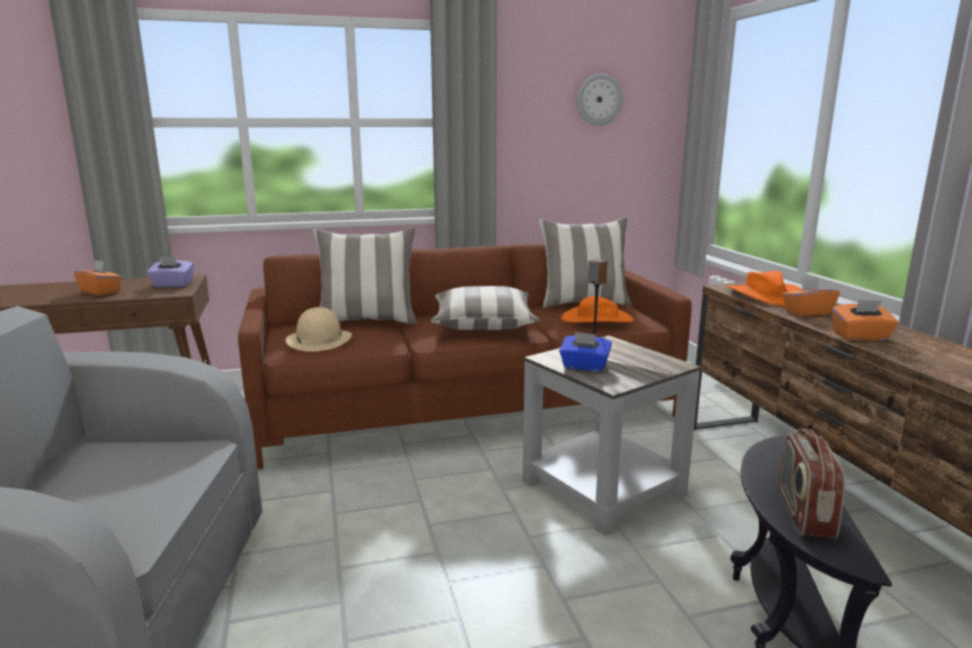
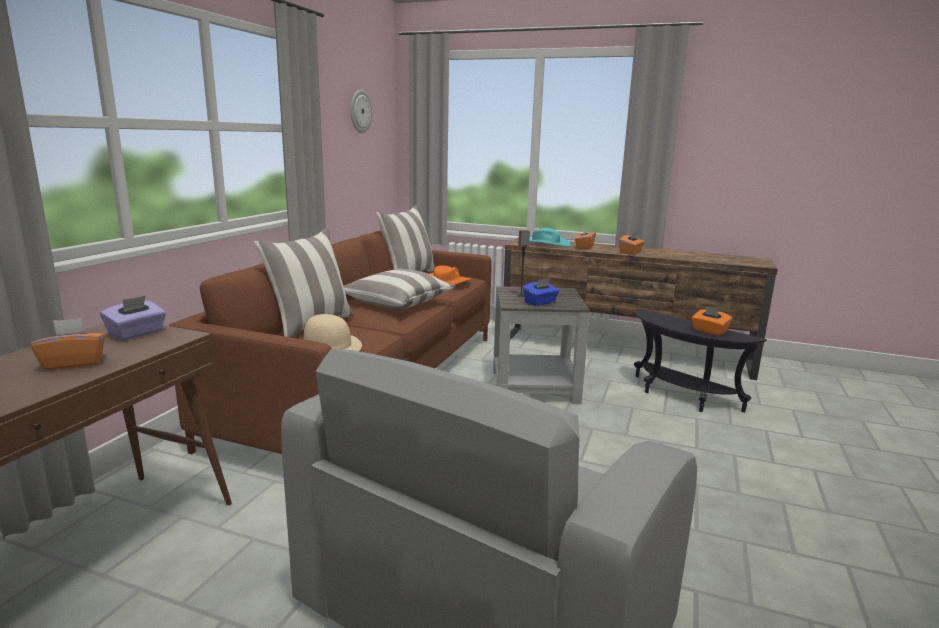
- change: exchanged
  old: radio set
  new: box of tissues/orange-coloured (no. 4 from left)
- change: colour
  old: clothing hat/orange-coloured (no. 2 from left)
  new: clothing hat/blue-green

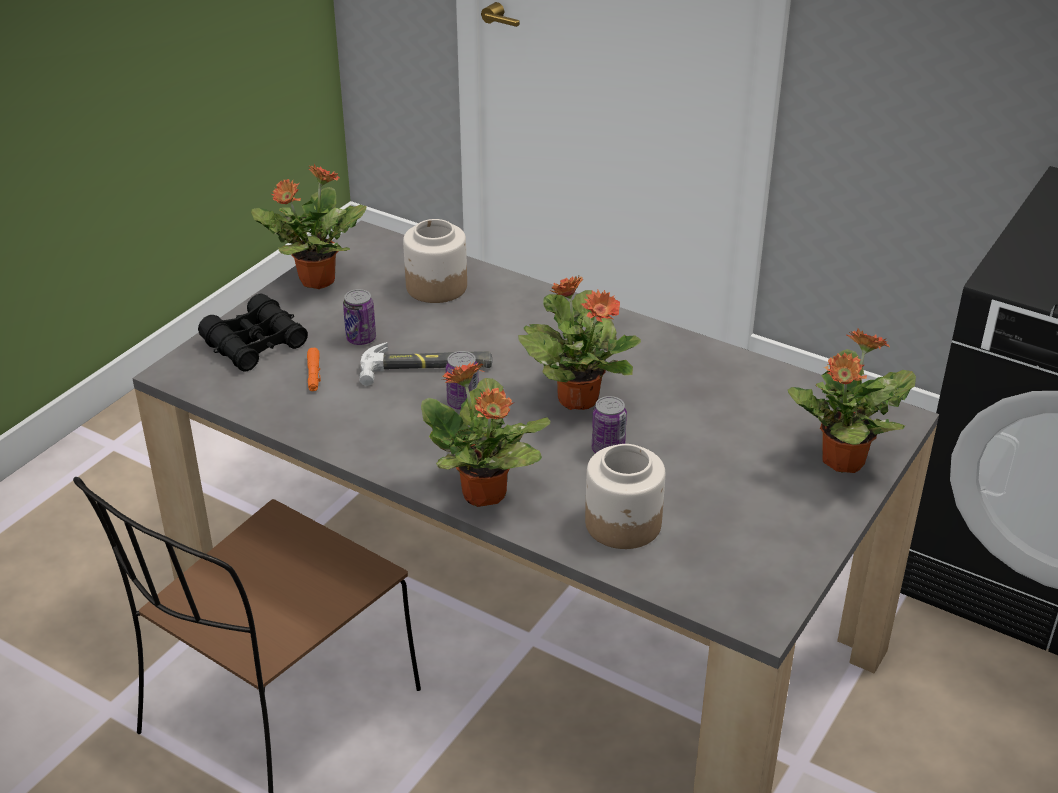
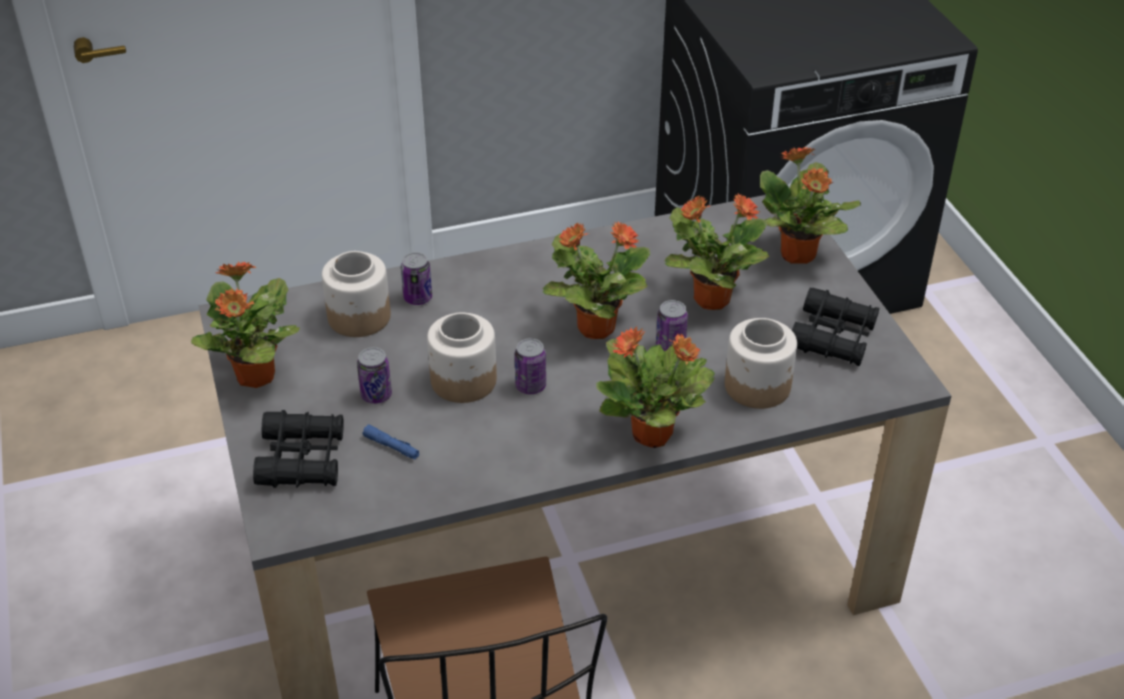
- change: appeared
  new: sealed can (no. 2 from left)
- change: appeared
  new: houseplant (no. 4 from left)
- change: appeared
  new: pair of binoculars/blackish (no. 2 from left)
- change: exchanged
  old: tool hammer
  new: jar (no. 2 from left)
- change: colour
  old: torch/orange-coloured
  new: torch/bluish

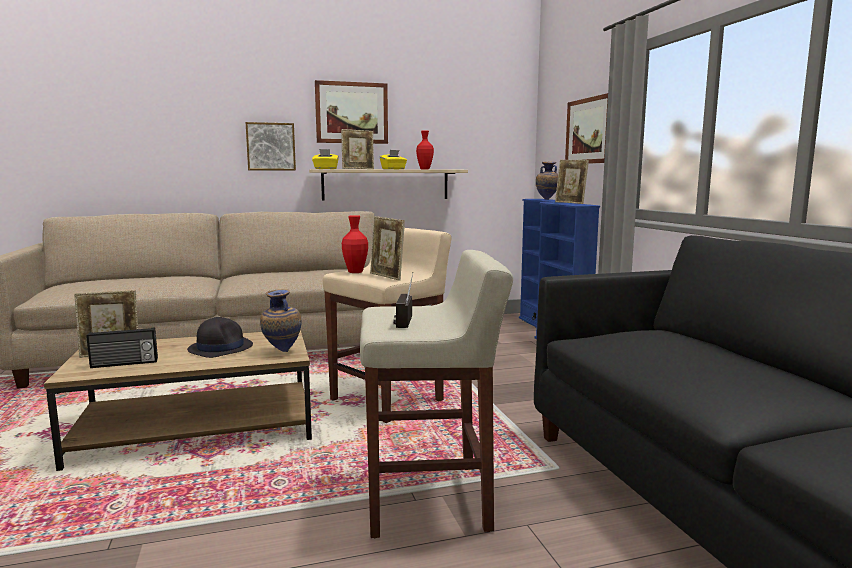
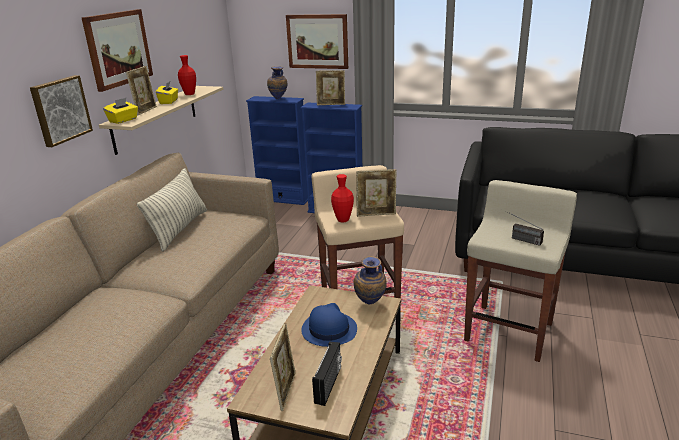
- change: appeared
  new: pillow
- change: colour
  old: clothing hat/blackish
  new: clothing hat/bluish

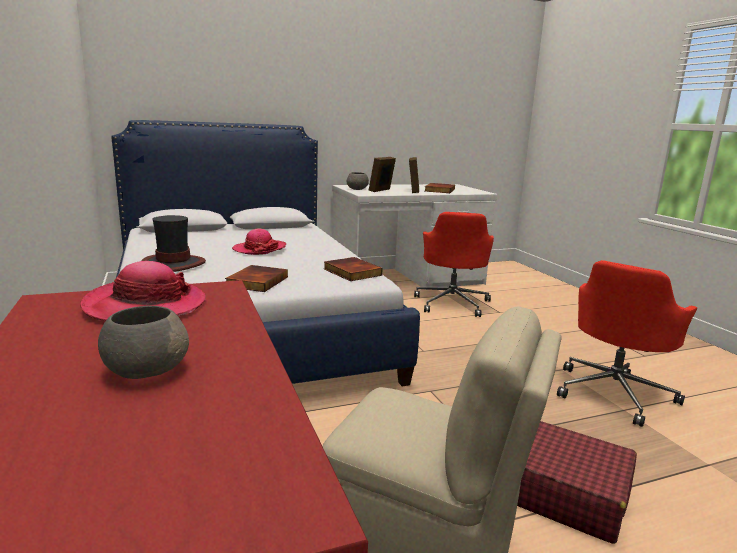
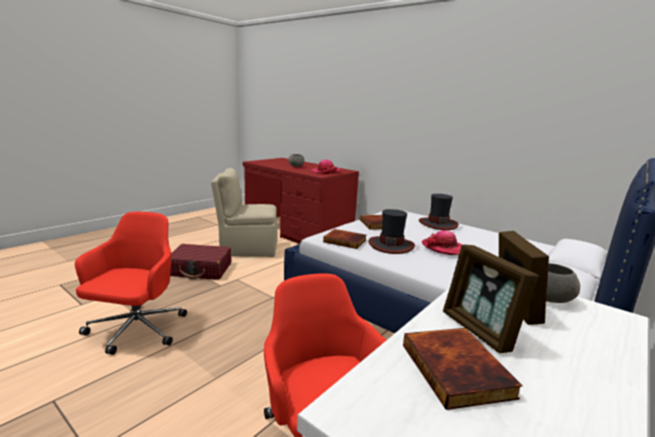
- change: appeared
  new: clothing hat (no. 2 from left)

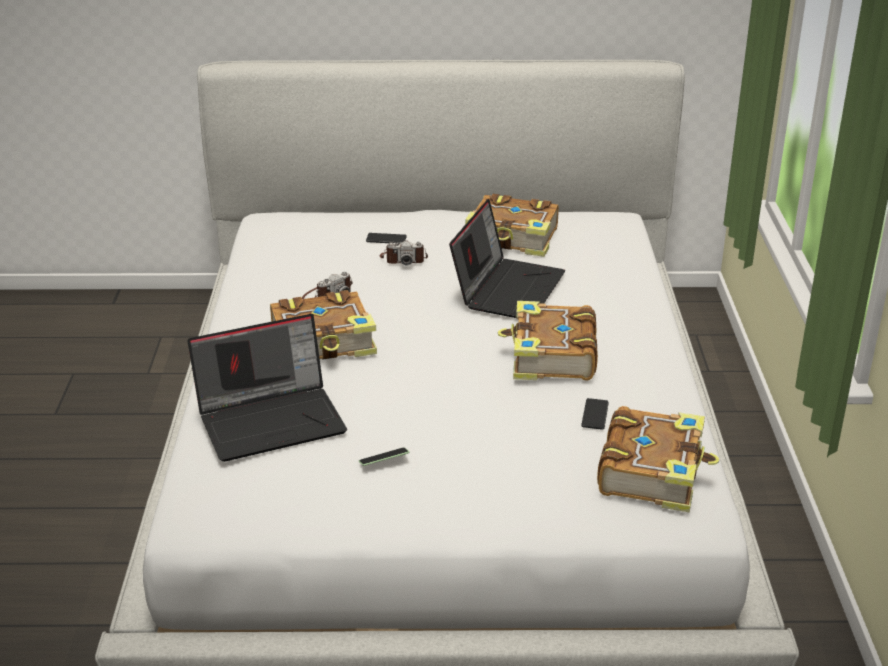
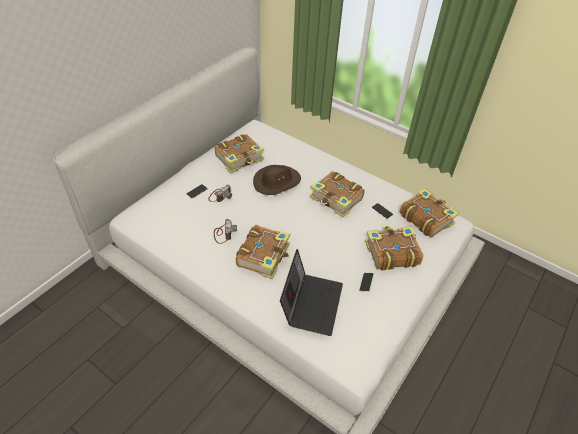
- change: appeared
  new: book (no. 4 from left)
- change: exchanged
  old: notebook computer (no. 2 from left)
  new: clothing hat/brown

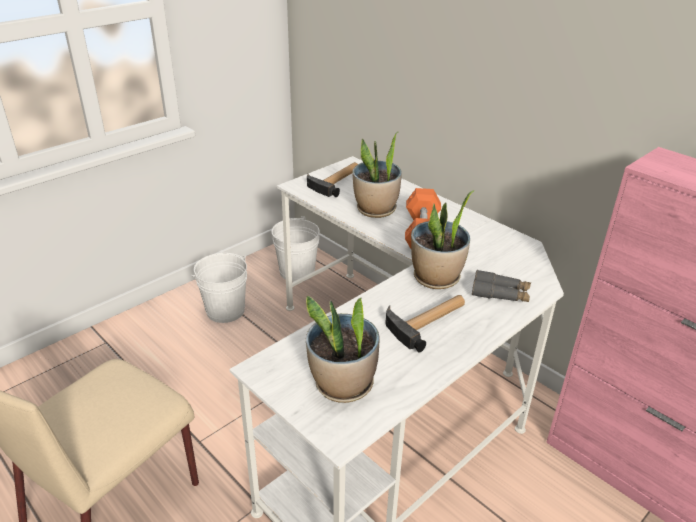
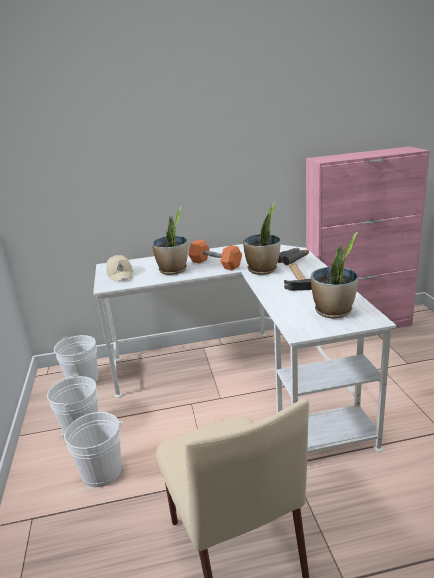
- change: appeared
  new: pail/whitish (no. 3 from left)
- change: exchanged
  old: tool hammer (no. 1 from left)
  new: baseball cap/beige-coloured

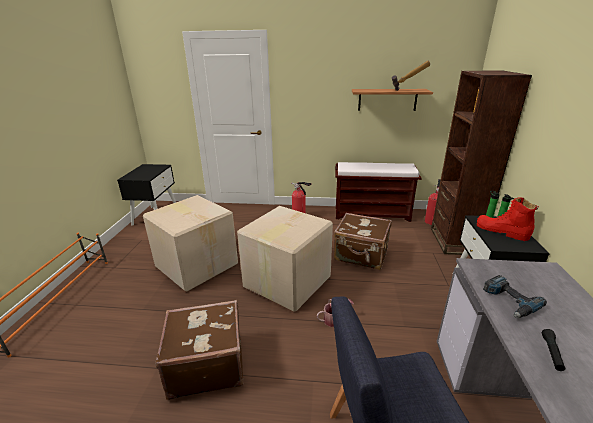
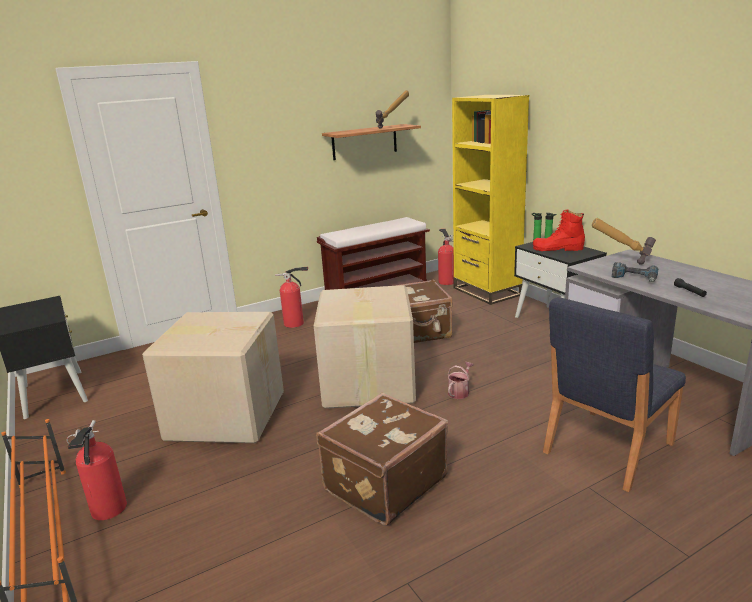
- change: appeared
  new: fire extinguisher (no. 1 from left)
- change: appeared
  new: tool hammer (no. 2 from left)
- change: colour
  old: bookshelf/brown
  new: bookshelf/yellow-coloured

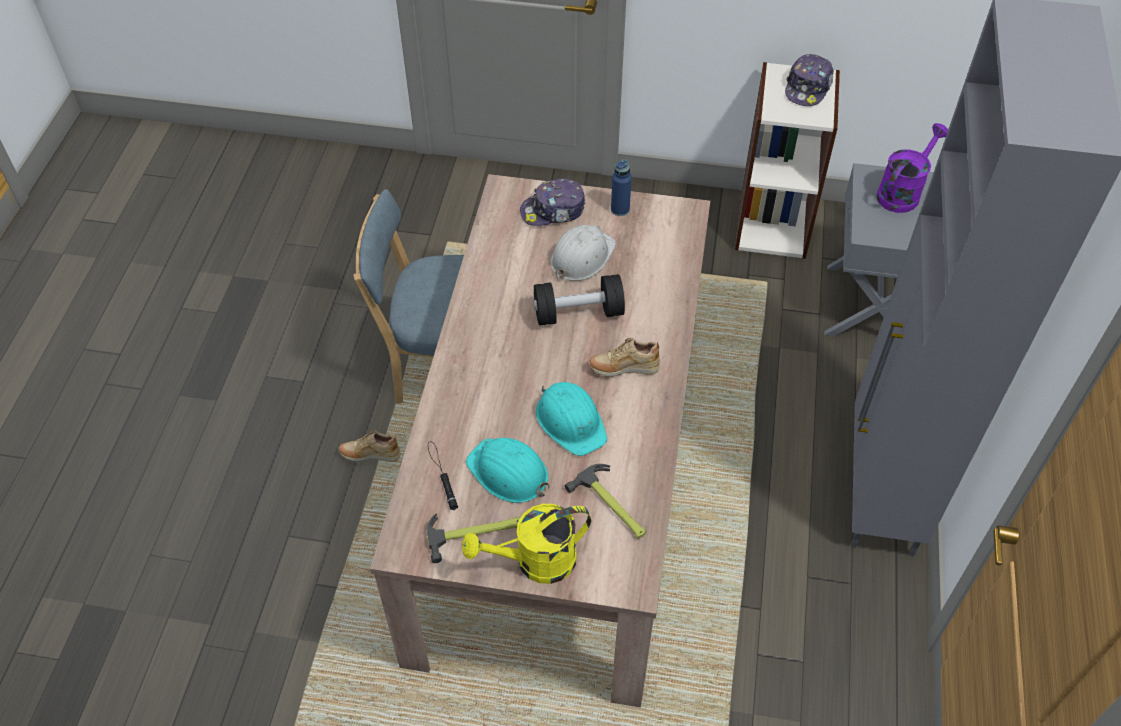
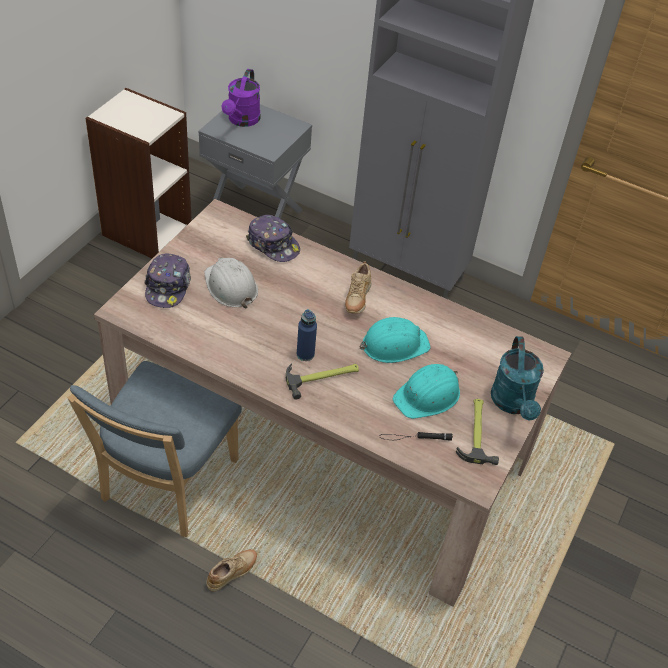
- change: missing
  old: dumbbell/blackish
- change: relocated
  old: tool hammer (no. 2 from left in the first image)
  new: tool hammer (no. 1 from left)
- change: relocated
  old: beverage bottle/bluish
- change: relocated
  old: baseball cap (no. 2 from left)
- change: colour
  old: watering can/yellow-coloured
  new: watering can/blue-green
- change: spun
  old: shoe/beige-coloured (no. 1 from left)
  degrees: -150
- change: spun
  old: watering can/purple-coloured
  degrees: -135

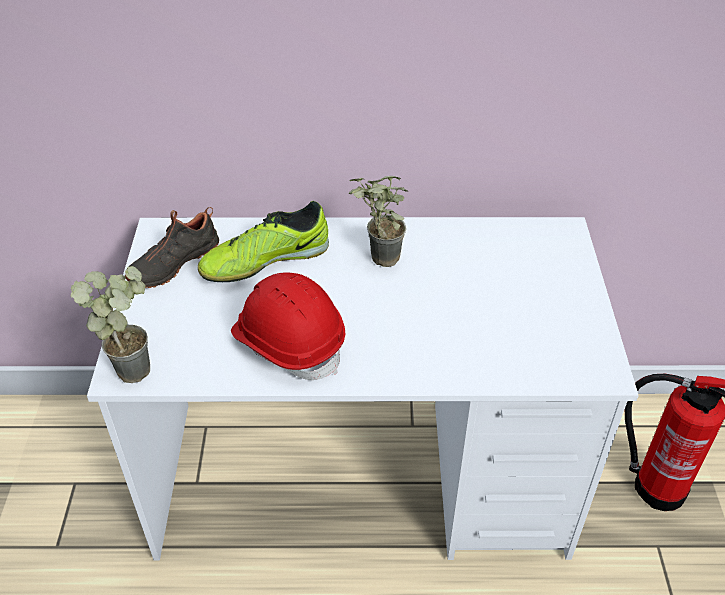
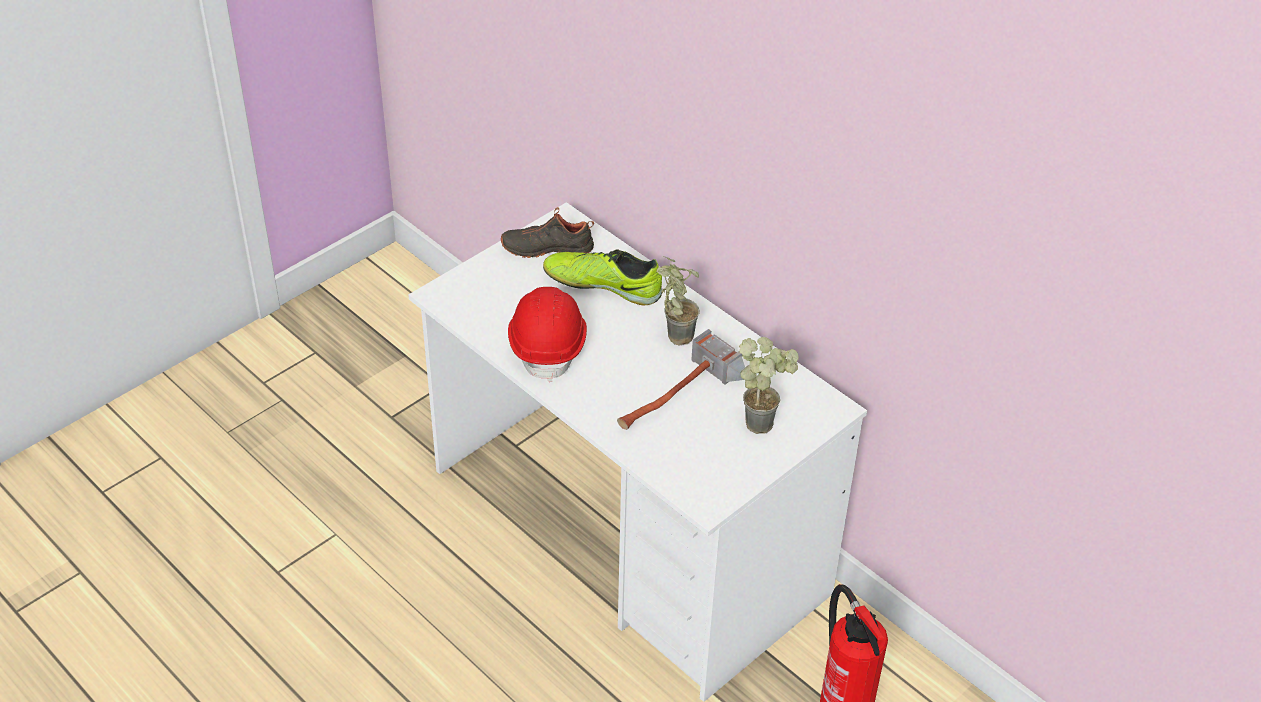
- change: appeared
  new: tool hammer
- change: relocated
  old: houseplant (no. 1 from left in the first image)
  new: houseplant (no. 2 from left)

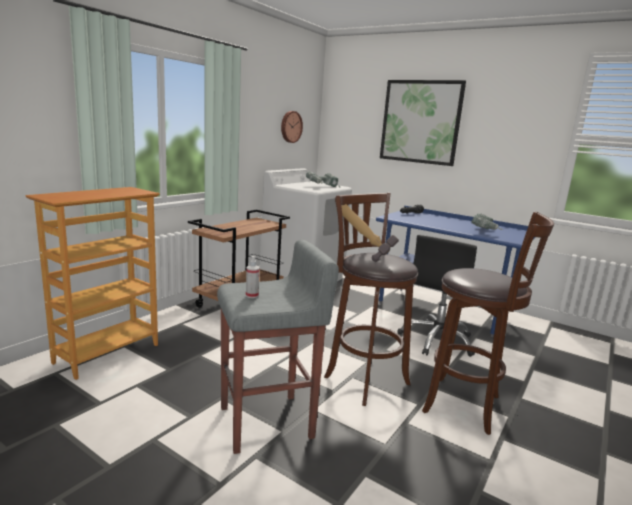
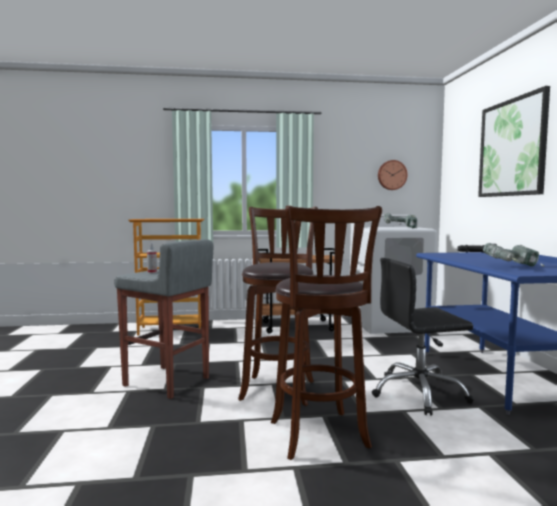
- change: missing
  old: tool hammer

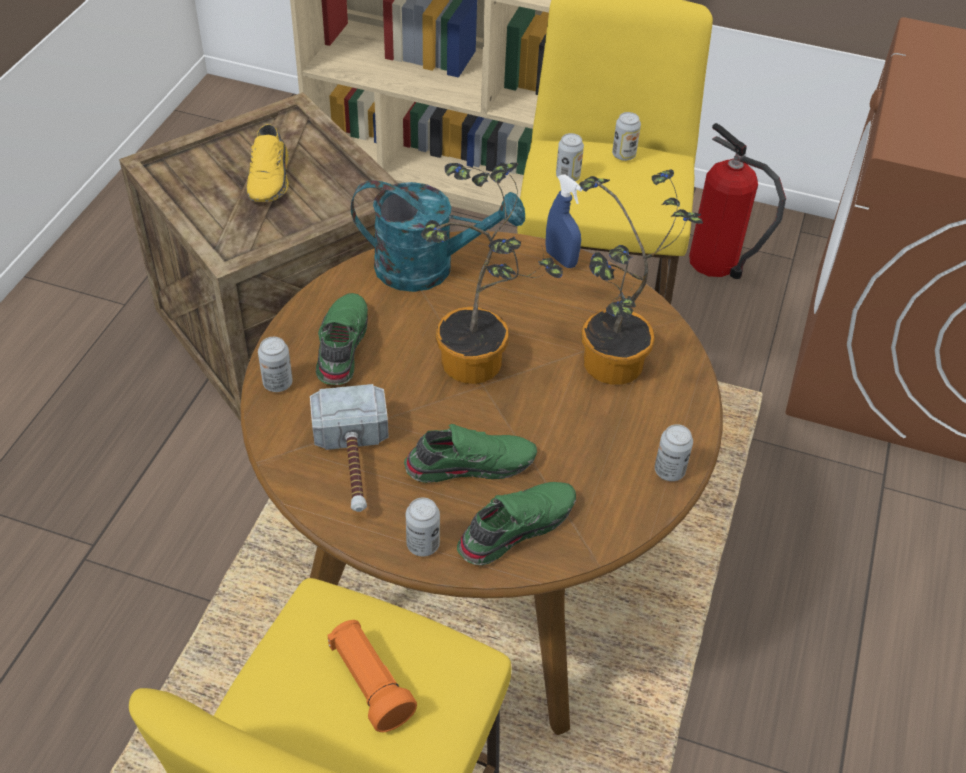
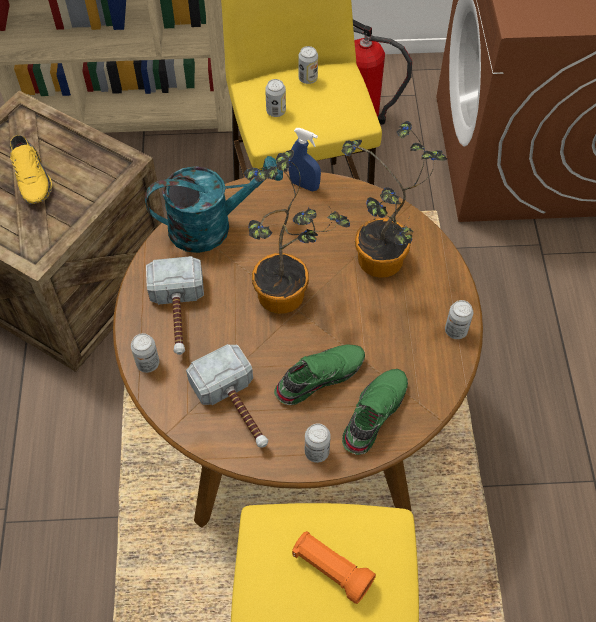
- change: exchanged
  old: shoe/green-coloured (no. 1 from left)
  new: tool hammer (no. 1 from left)

